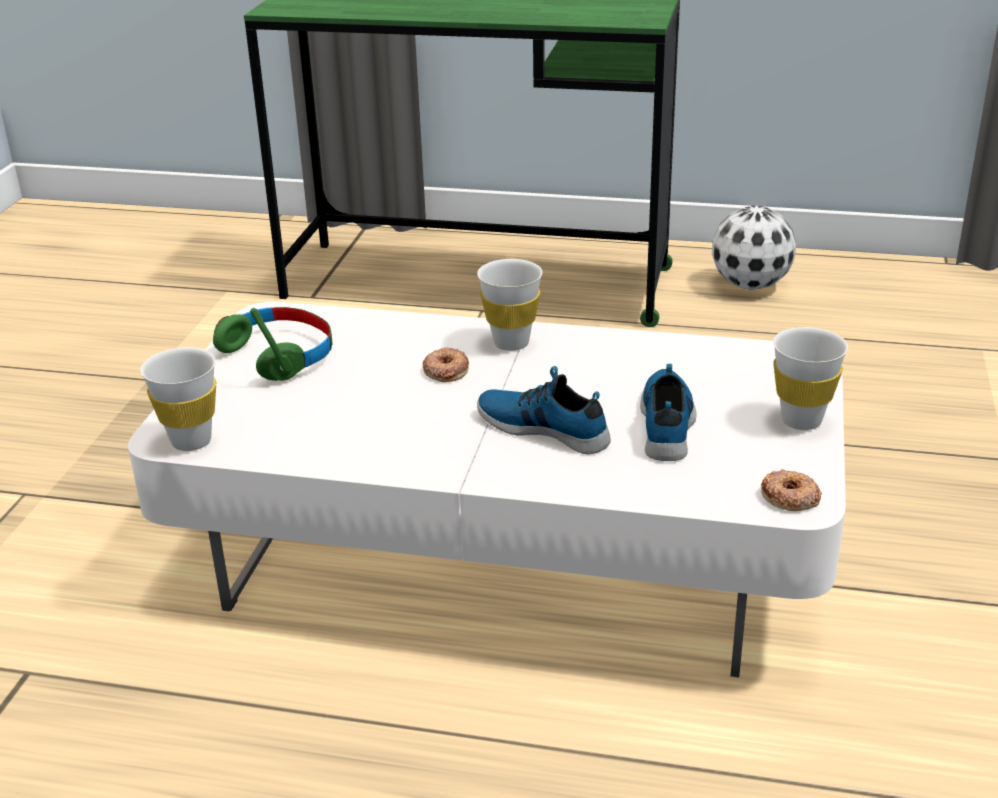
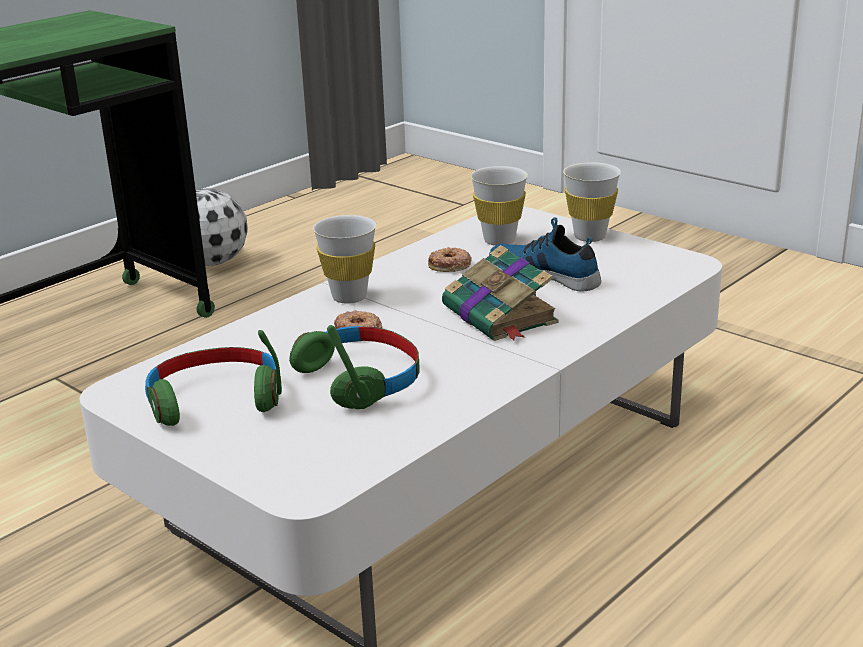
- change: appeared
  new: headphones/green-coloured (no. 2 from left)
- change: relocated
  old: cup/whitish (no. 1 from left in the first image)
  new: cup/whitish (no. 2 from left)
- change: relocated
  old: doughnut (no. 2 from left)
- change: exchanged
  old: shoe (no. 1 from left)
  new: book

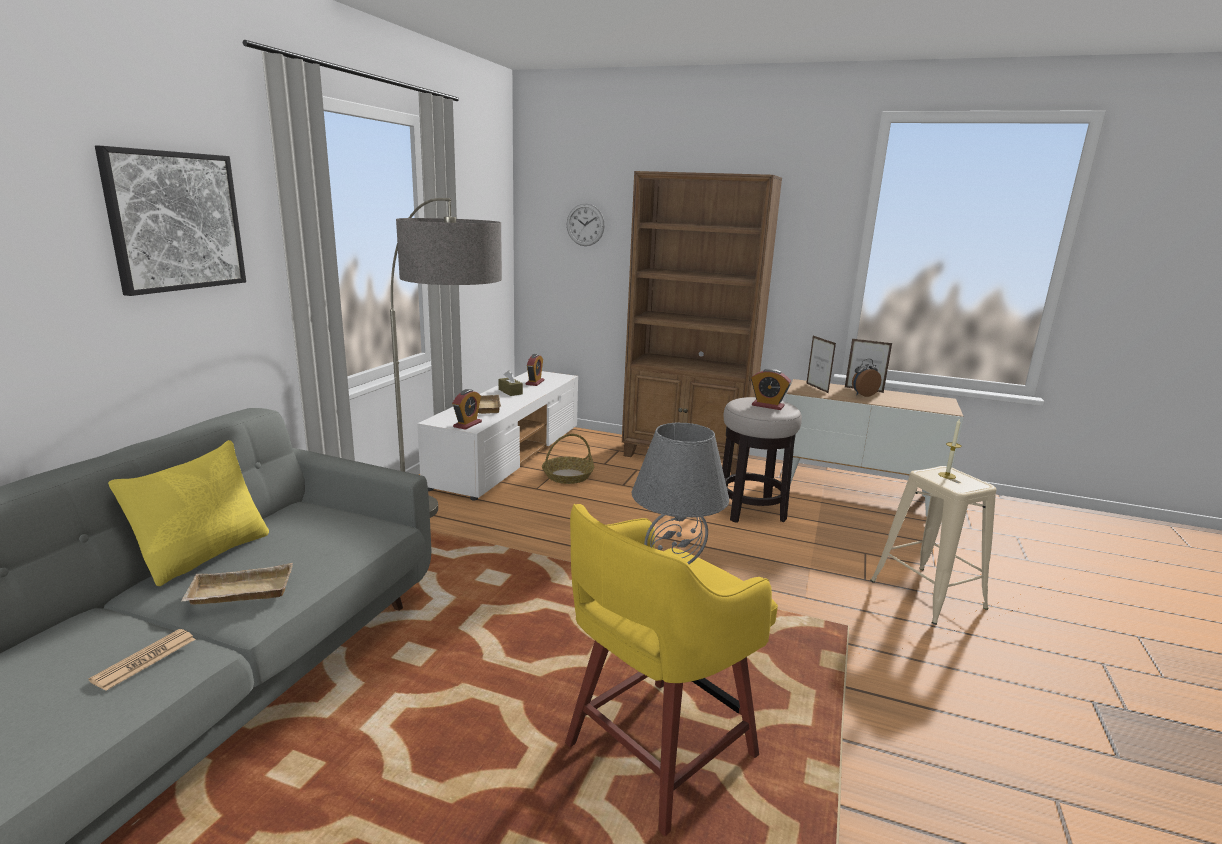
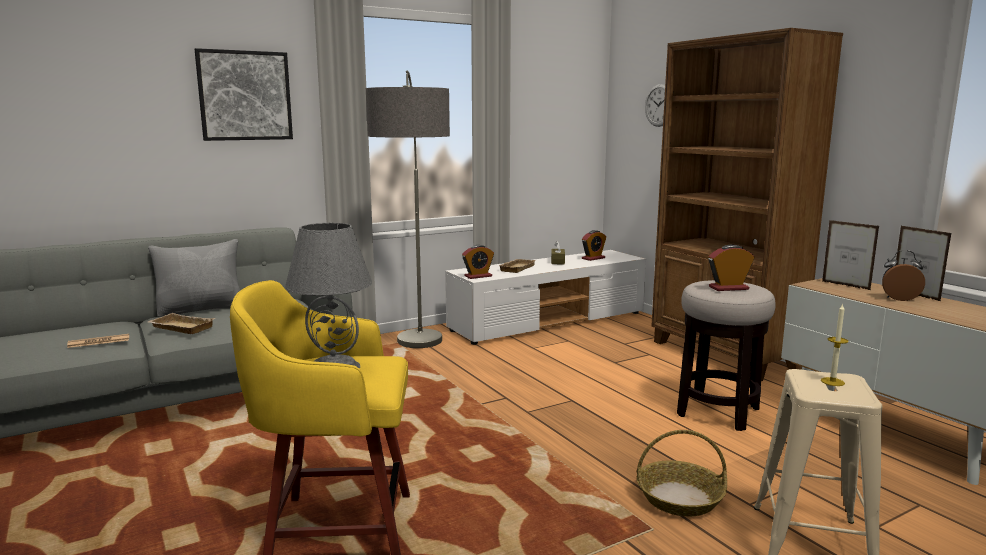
- change: relocated
  old: storage basket
- change: colour
  old: pillow/yellow-coloured
  new: pillow/gray
- change: spun
  old: alarm clock (no. 3 from left)
  degrees: 105
- change: spun
  old: photo frame (no. 1 from left)
  degrees: -60

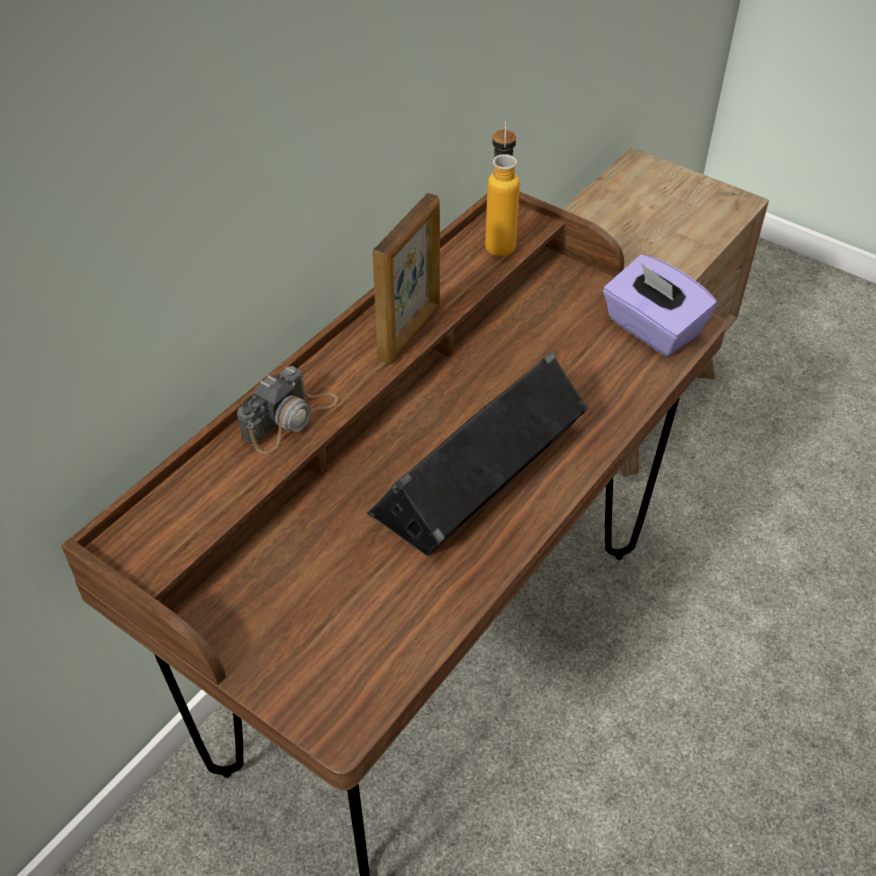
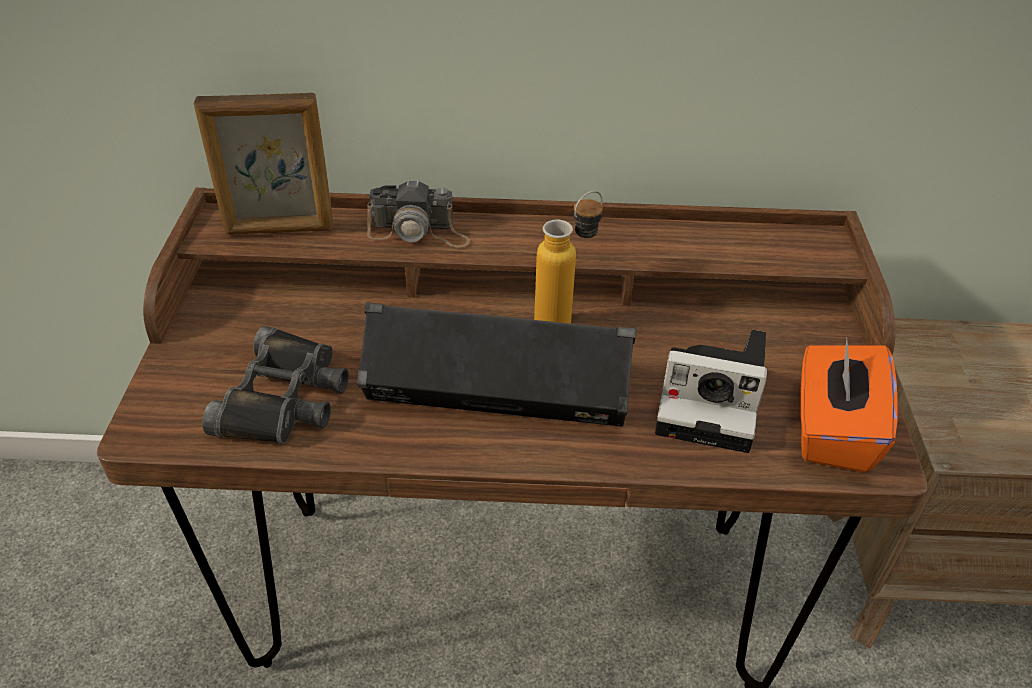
- change: appeared
  new: pair of binoculars/blackish
- change: appeared
  new: photo camera (no. 2 from left)
- change: relocated
  old: photo frame
- change: relocated
  old: beverage bottle
- change: colour
  old: box of tissues/purple-coloured
  new: box of tissues/orange-coloured

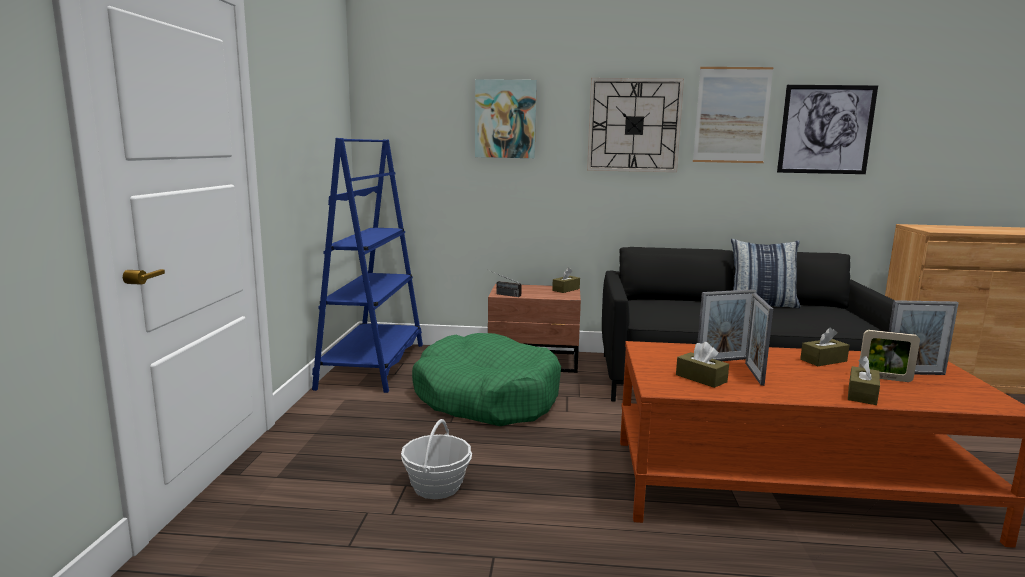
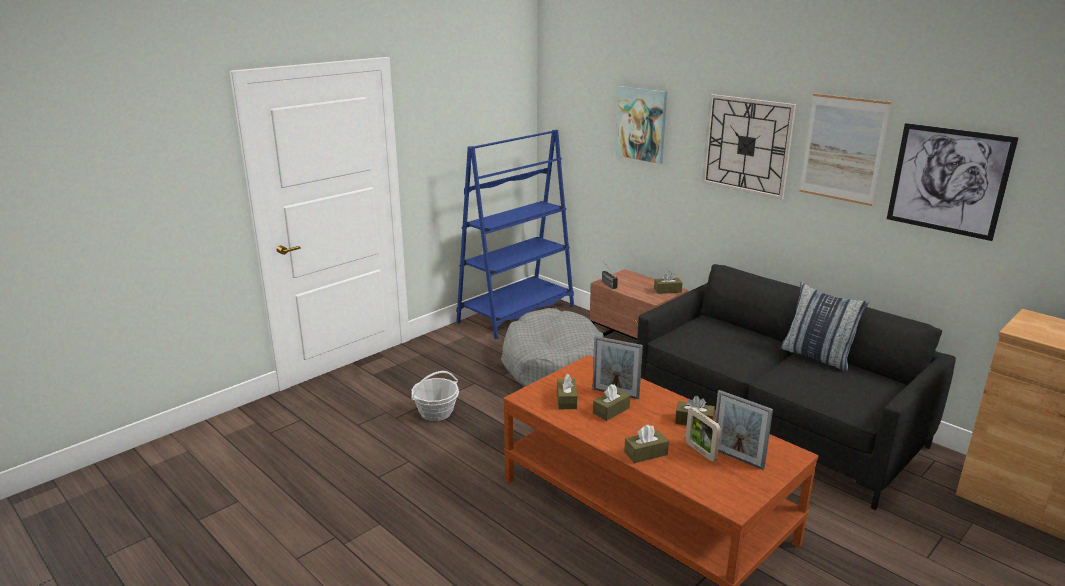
- change: exchanged
  old: photo frame (no. 2 from left)
  new: box of tissues/brown (no. 2 from left)
- change: colour
  old: dog bed/green-coloured
  new: dog bed/gray

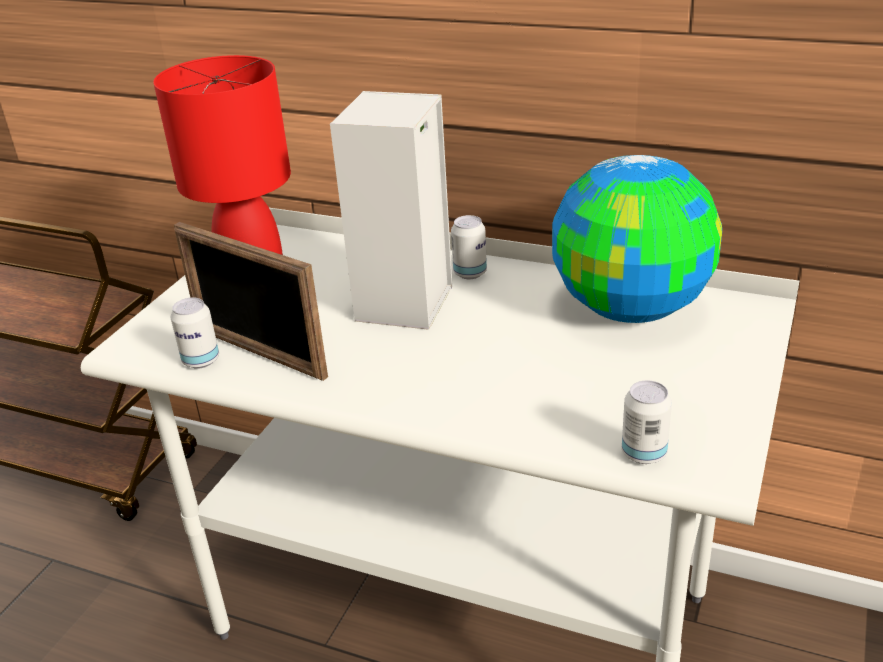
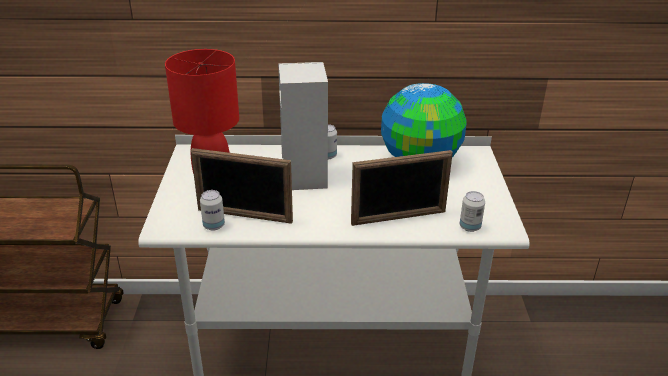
- change: appeared
  new: photo frame (no. 2 from left)

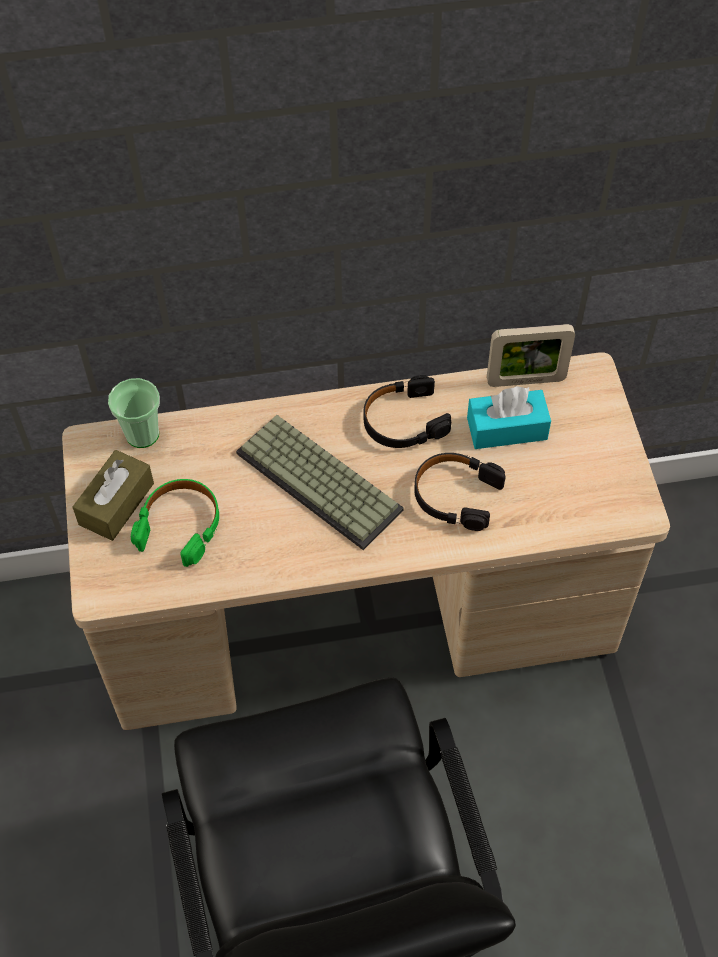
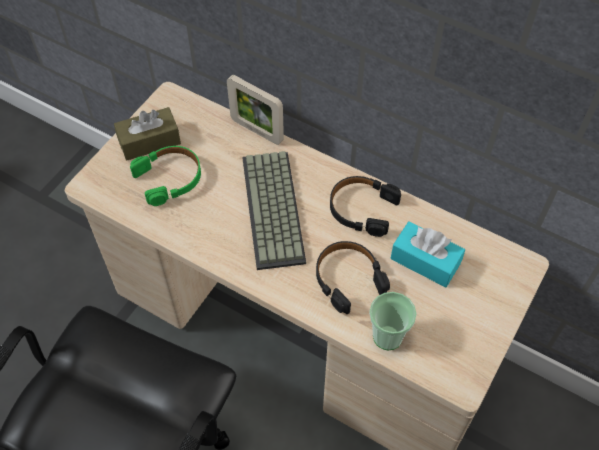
- change: relocated
  old: cup
- change: relocated
  old: photo frame

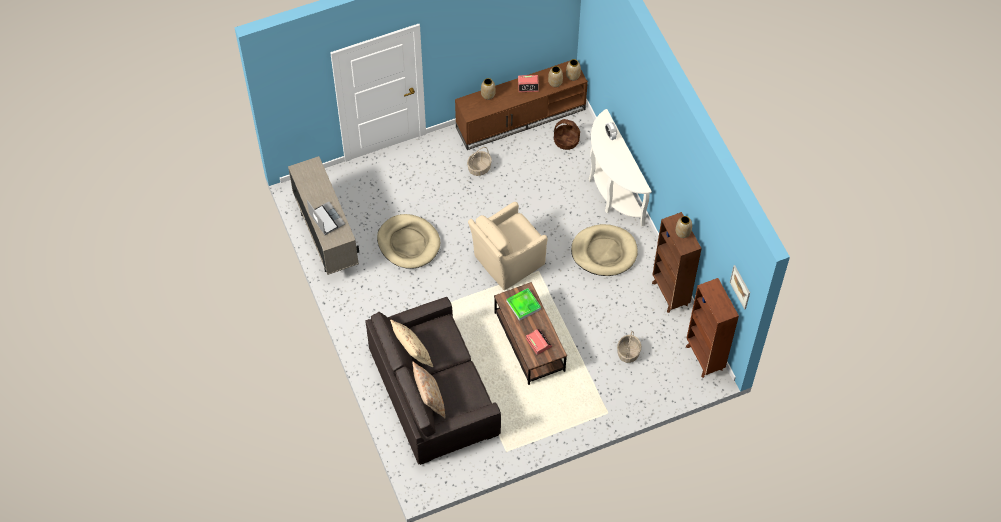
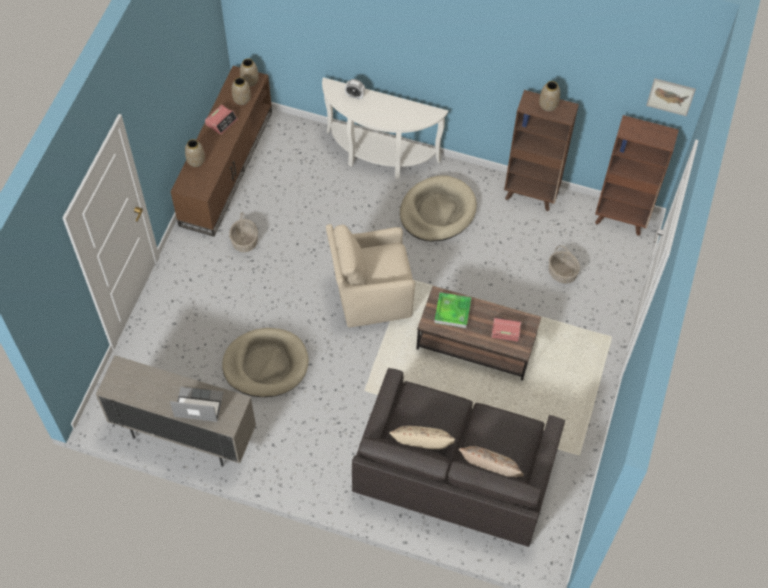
- change: missing
  old: storage basket (no. 2 from left)
- change: spun
  old: armchair/beige-coloured
  degrees: 75

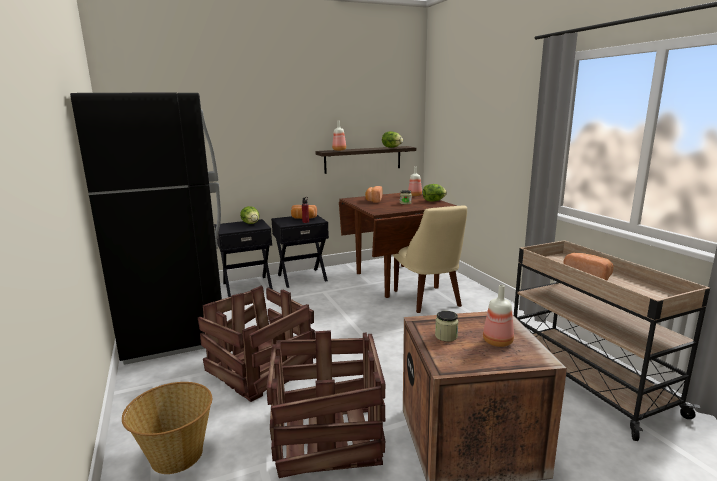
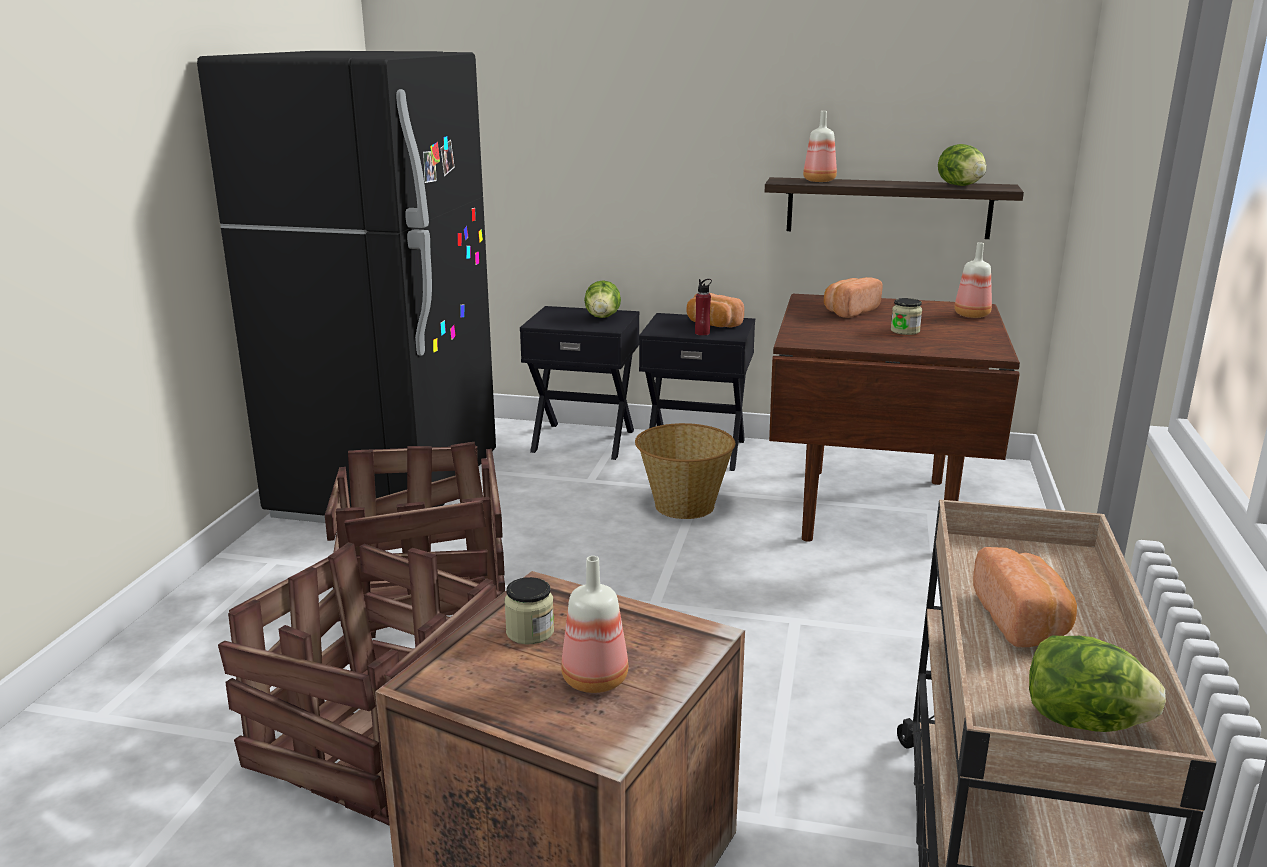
- change: missing
  old: upright chair/beige-coloured
- change: relocated
  old: storage basket
- change: relocated
  old: lettuce (no. 3 from left)

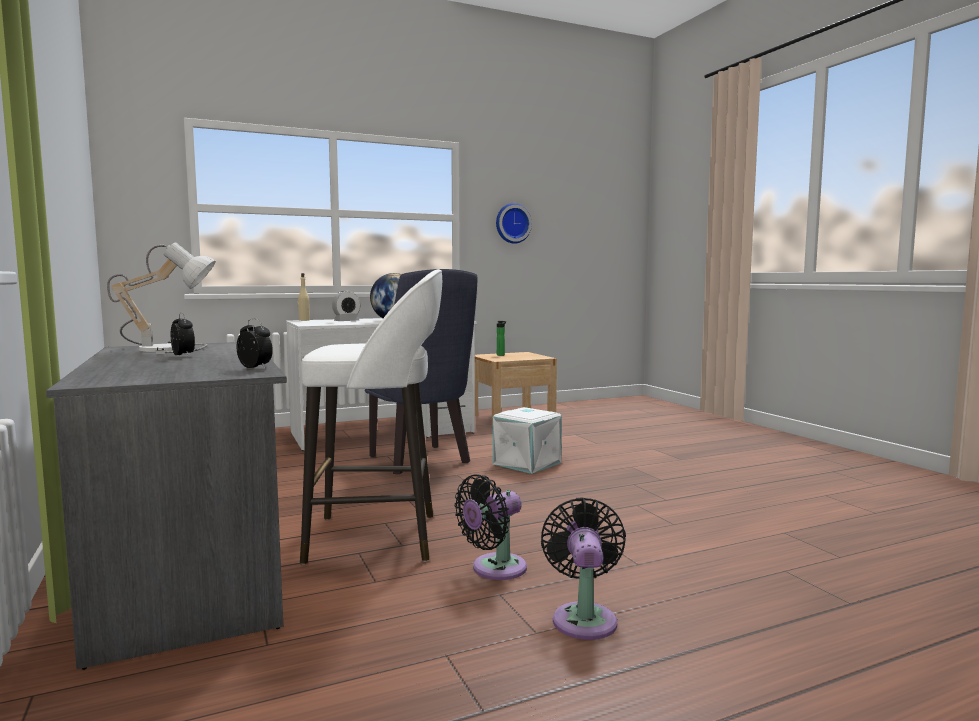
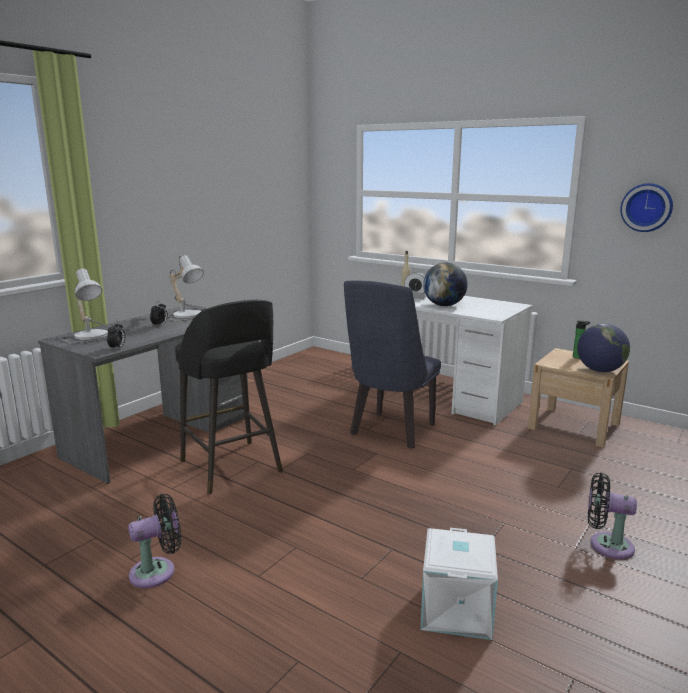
- change: appeared
  new: lamp for a table (no. 1 from left)
- change: appeared
  new: world globe (no. 2 from left)
- change: relocated
  old: cooling fan/blackish (no. 1 from left in the first image)
  new: cooling fan/blackish (no. 2 from left)
- change: relocated
  old: storage bin/whitish
- change: colour
  old: stool/whitish
  new: stool/blackish

